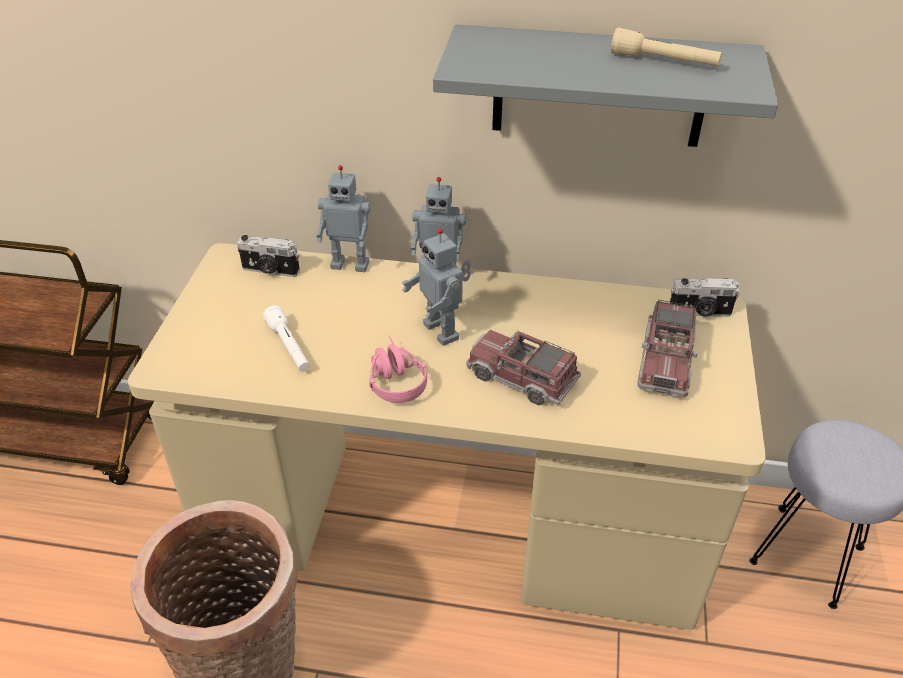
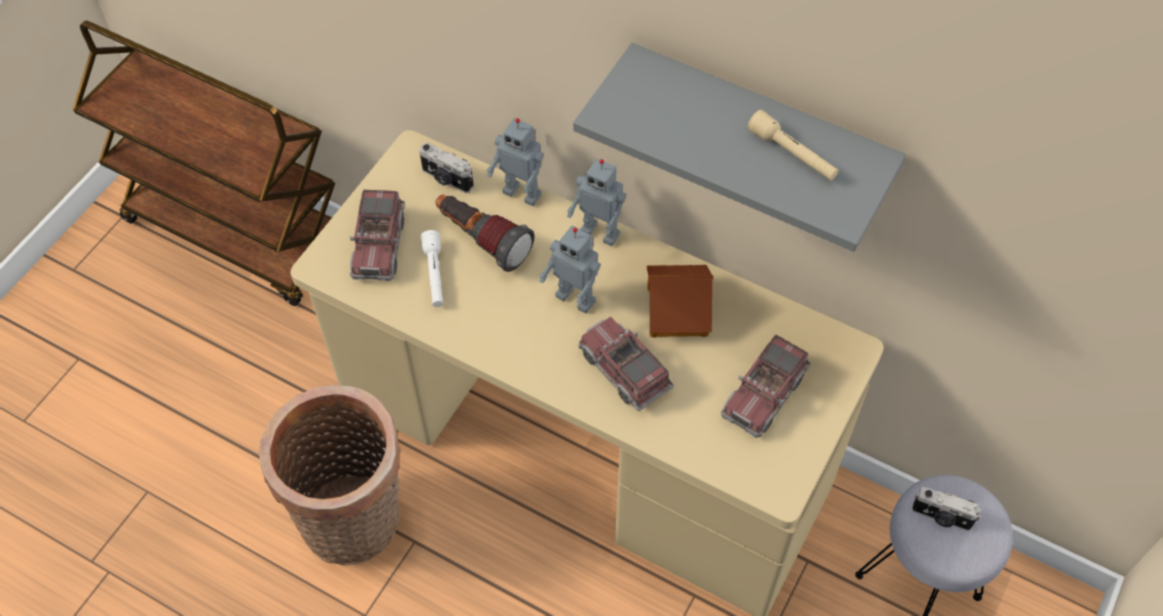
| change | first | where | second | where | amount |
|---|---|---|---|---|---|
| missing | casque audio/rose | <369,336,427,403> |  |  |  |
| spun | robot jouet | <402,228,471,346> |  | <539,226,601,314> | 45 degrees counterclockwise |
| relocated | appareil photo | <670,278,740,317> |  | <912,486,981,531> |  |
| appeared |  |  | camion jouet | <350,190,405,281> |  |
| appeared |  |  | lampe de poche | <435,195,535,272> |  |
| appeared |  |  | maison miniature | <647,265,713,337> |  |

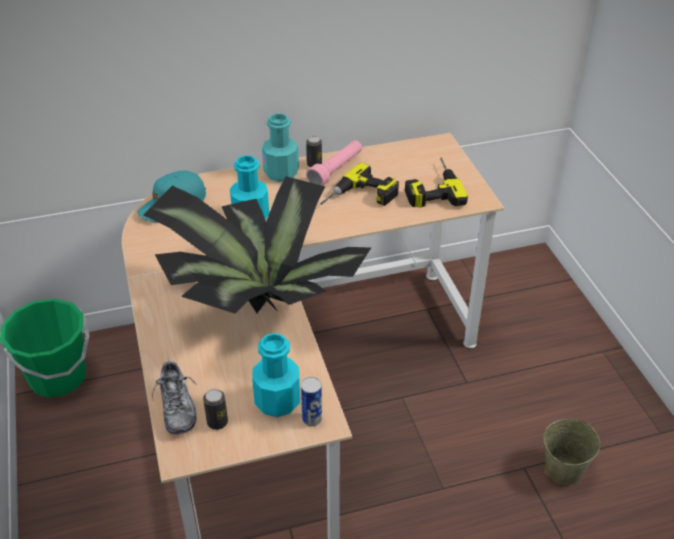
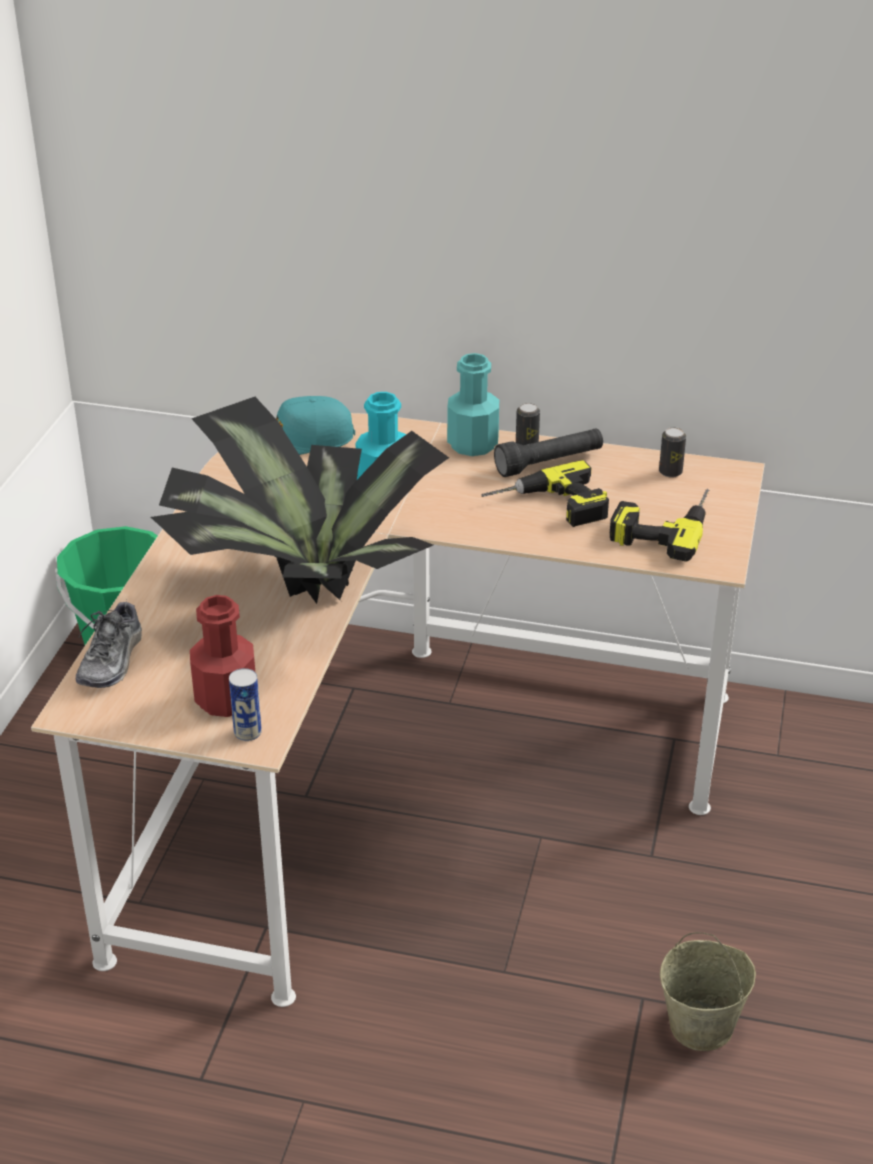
| change | first | where | second | where | amount |
|---|---|---|---|---|---|
| relocated | boîte métallique | <203,389,228,430> |  | <659,427,686,478> |  |
| colour | bouteille/turquoise | <252,333,300,417> | bouteille/rouge | <190,595,255,717> |  |
| colour | lampe de poche/rose | <306,140,362,186> | lampe de poche/noir | <494,429,603,477> |  |

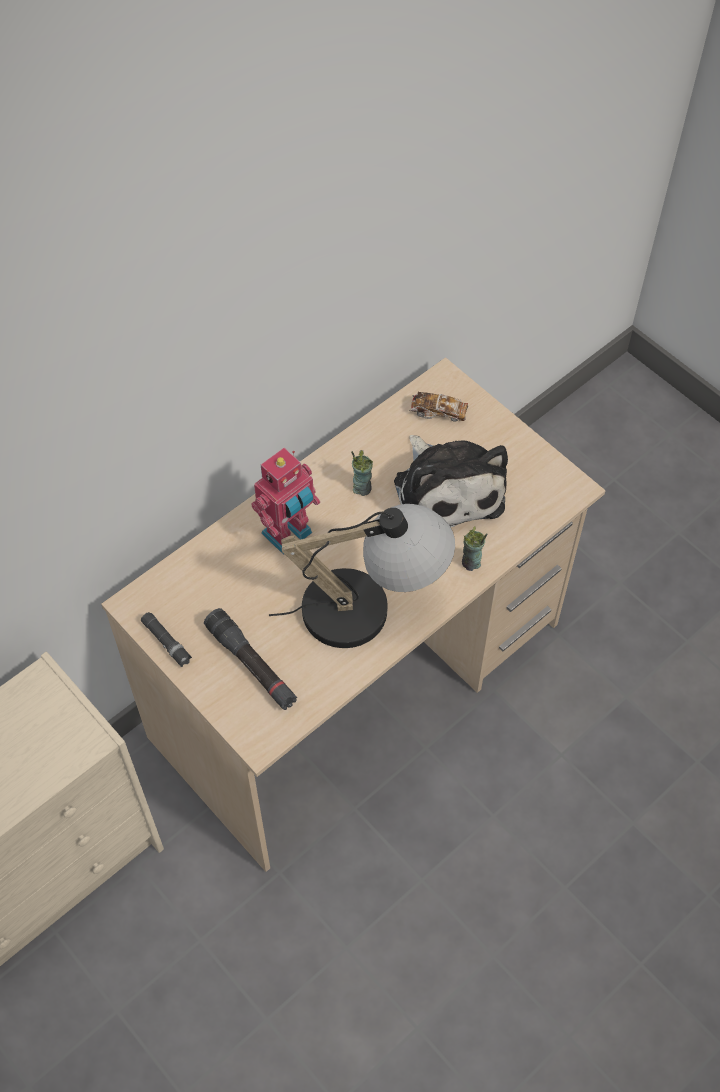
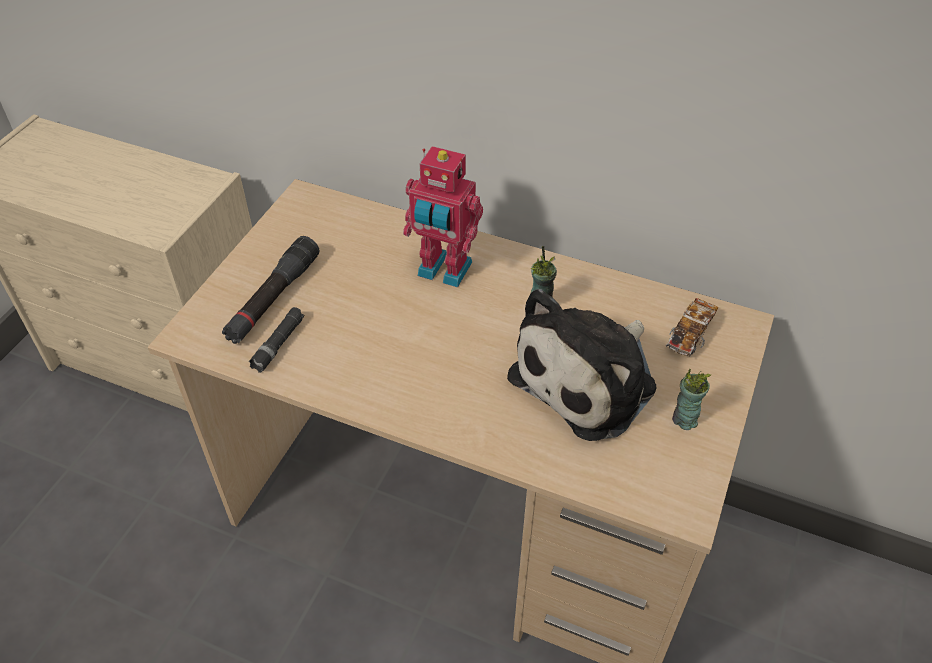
| change | first | where | second | where | amount |
|---|---|---|---|---|---|
| relocated | lampe de poche/noir | <141,612,192,667> |  | <249,307,304,373> |  |
| missing | lampe de table | <269,504,455,648> |  |  |  |
| spun | petite voiture | <409,392,468,422> |  | <666,298,718,357> | 135 degrees counterclockwise |
| relocated | tasse | <462,526,487,571> |  | <672,369,711,430> |  |

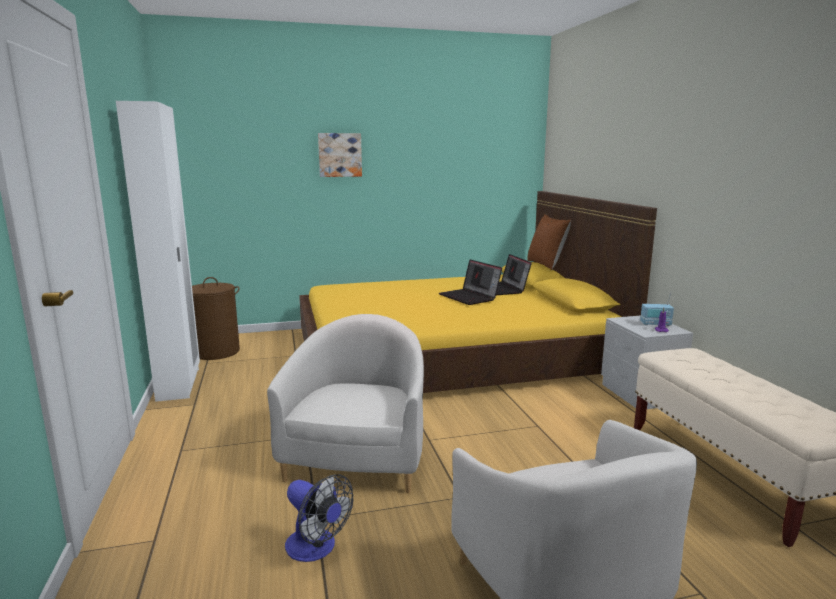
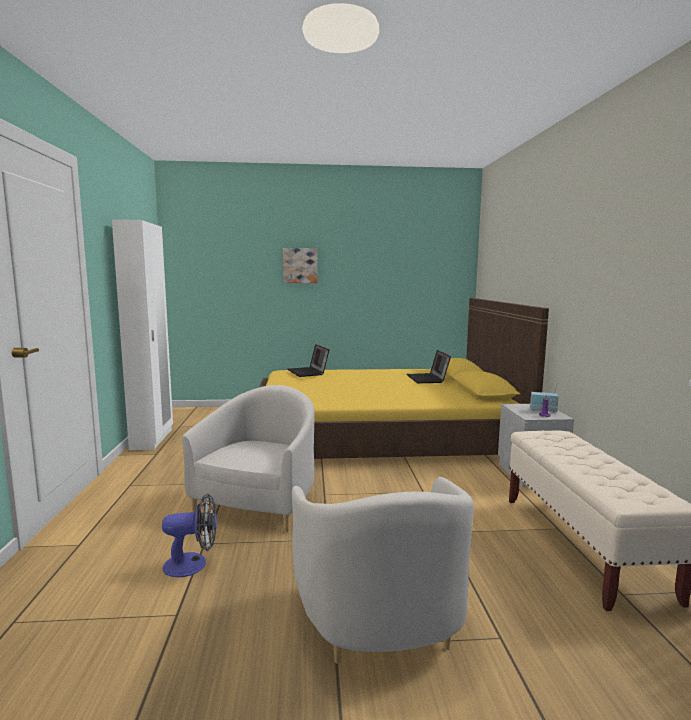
| change | first | where | second | where | amount |
|---|---|---|---|---|---|
| missing | panier à linge/marron | <192,277,240,360> |  |  |  |
| spun | ventilateur | <285,474,353,562> |  | <162,494,217,577> | 60 degrees counterclockwise |
| relocated | ordinateur portable | <439,260,502,305> |  | <288,344,329,377> |  |
| missing | coussin/marron | <527,214,571,270> |  |  |  |

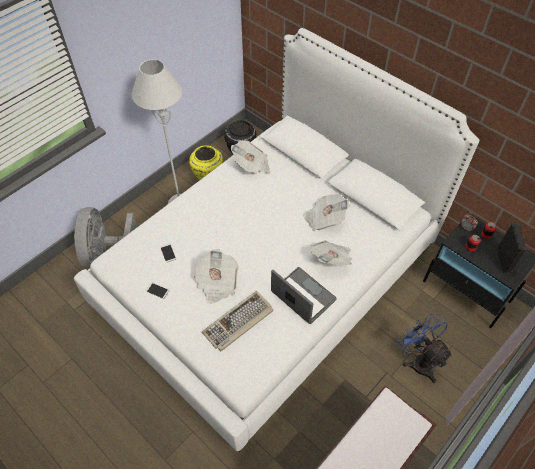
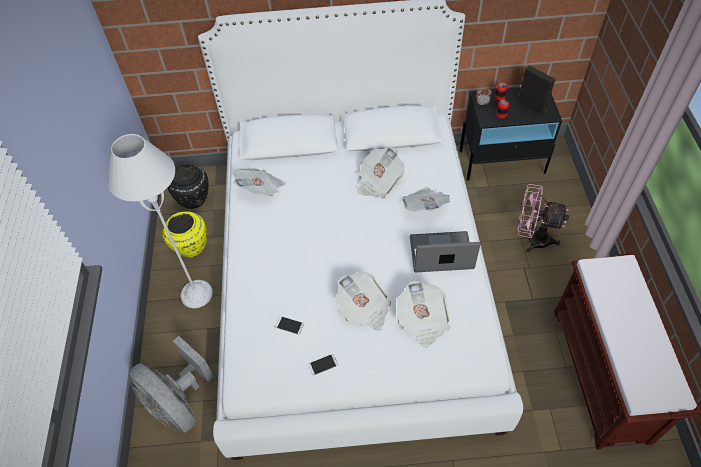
| change | first | where | second | where | amount |
|---|---|---|---|---|---|
| exchanged | clavier | <202,291,273,351> | journal | <396,280,450,348> |  |
| colour | ventilateur/bleu | <398,314,453,383> | ventilateur/rose | <517,184,569,253> |  |

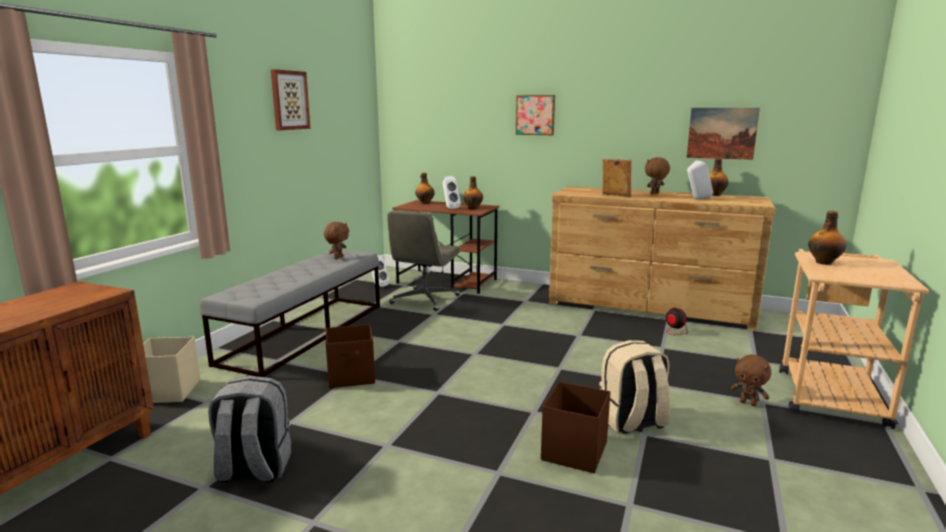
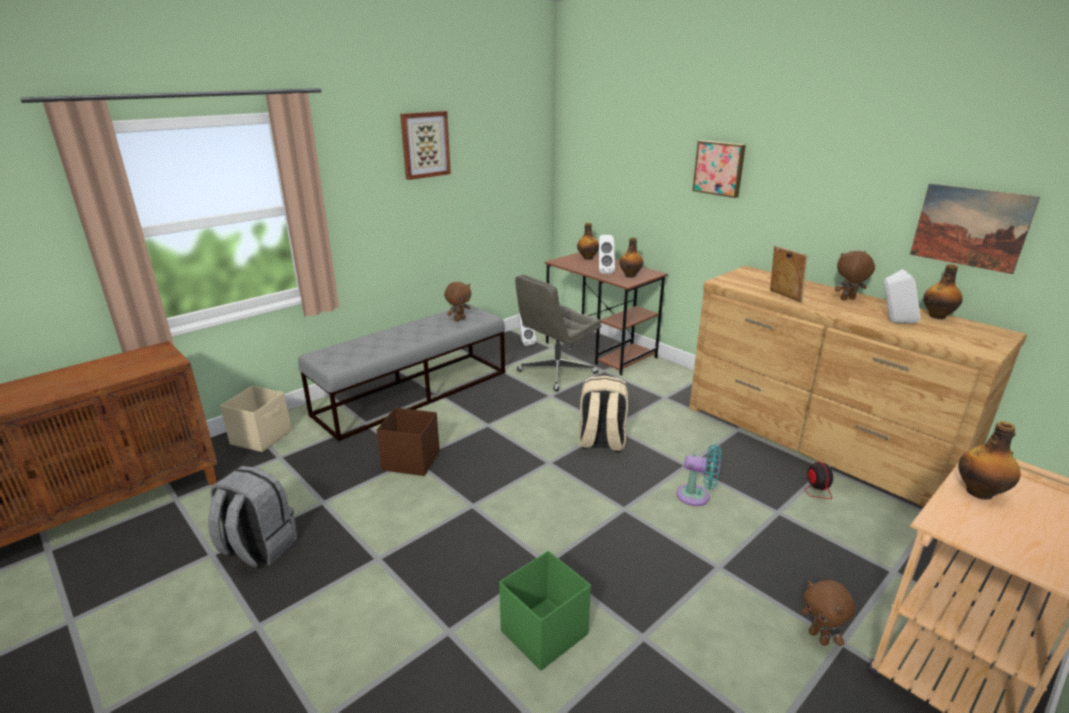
| change | first | where | second | where | amount |
|---|---|---|---|---|---|
| colour | boîte de rangement/marron | <541,381,610,473> | boîte de rangement/vert | <499,551,591,671> |  |
| relocated | sac à dos/beige | <599,340,670,434> |  | <579,376,628,452> |  |
| appeared |  |  | ventilateur/turquoise | <677,445,721,506> |  |

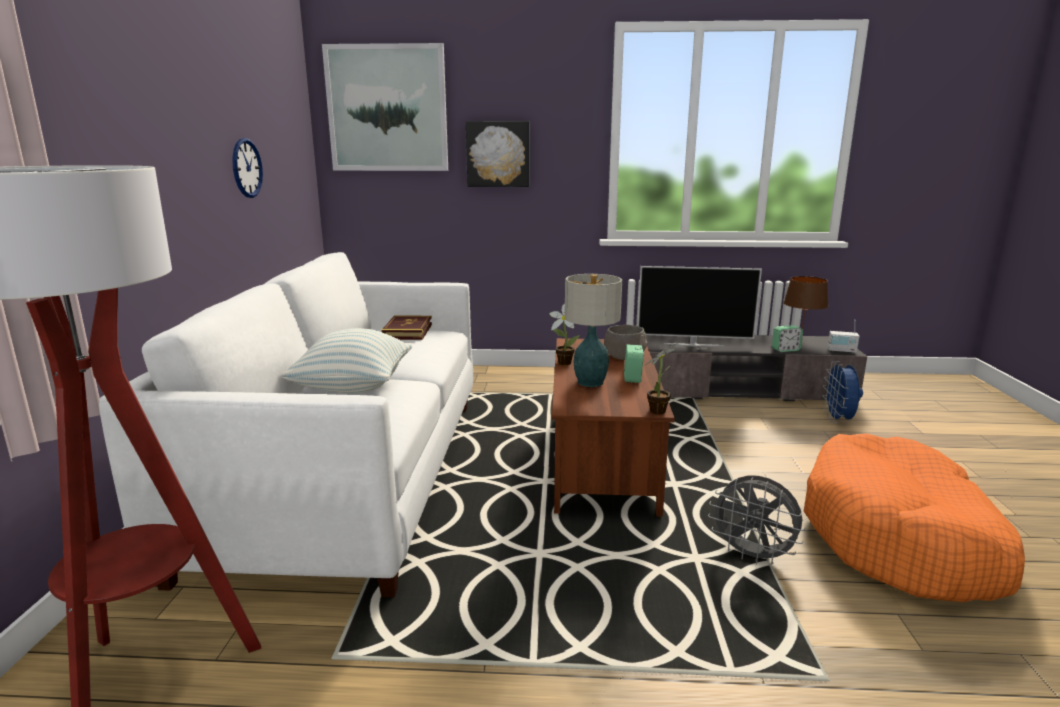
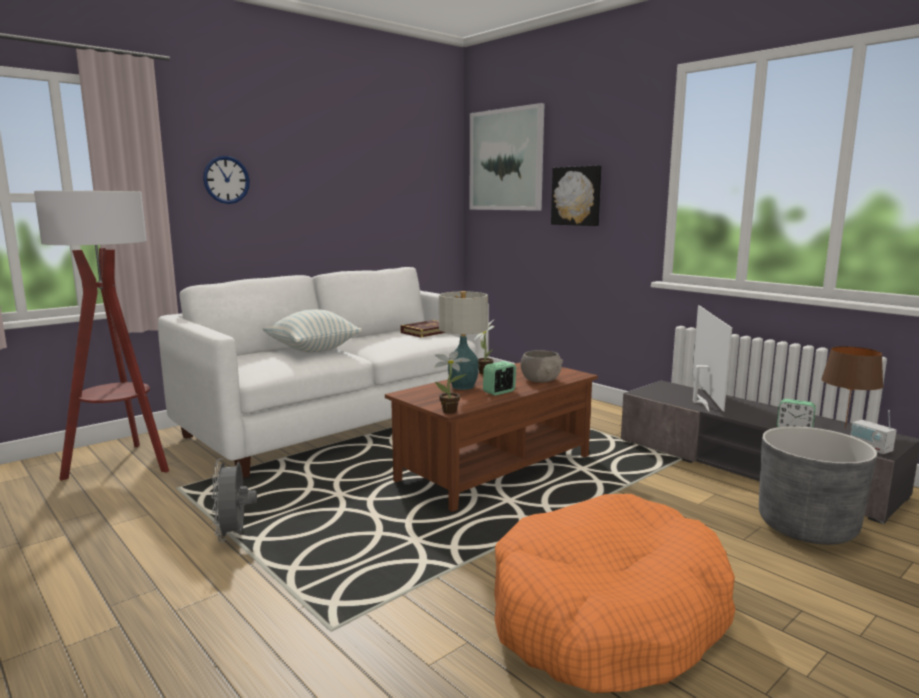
| change | first | where | second | where | amount |
|---|---|---|---|---|---|
| relocated | horloge murale | <232,138,263,198> |  | <203,156,250,204> |  |
| spun | téléviseur | <637,266,762,347> |  | <692,305,732,412> | 135 degrees counterclockwise |
| relocated | ventilateur/gris | <708,476,805,565> |  | <211,458,257,542> |  |
| exchanged | ventilateur/bleu | <822,361,863,423> | cache-pot/gris | <759,426,877,545> |  |

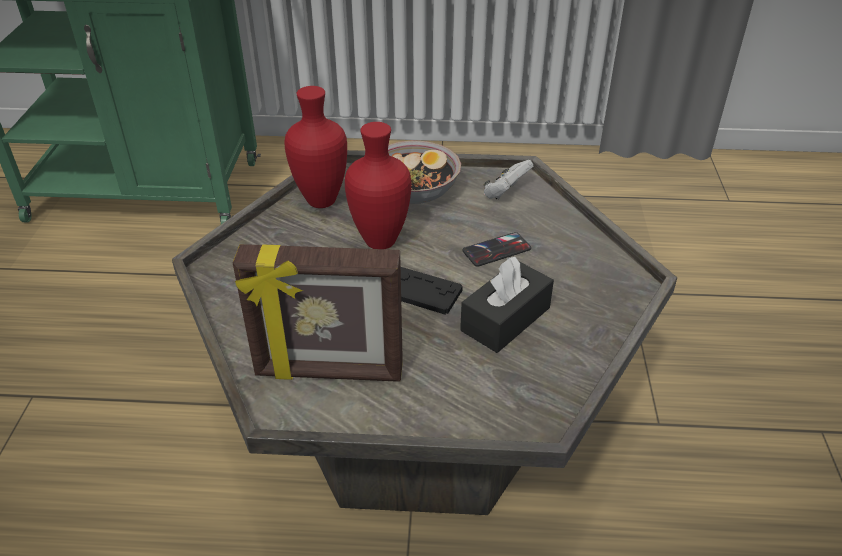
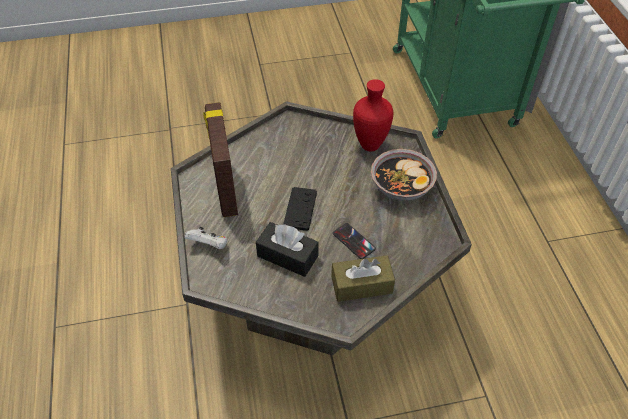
| change | first | where | second | where | amount |
|---|---|---|---|---|---|
| missing | vase/rouge | <345,122,411,249> |  |  |  |
| relocated | manette/blanc | <484,160,533,199> |  | <184,227,228,249> |  |
| appeared |  |  | boîte à mouchoirs/marron | <332,255,395,302> |  |

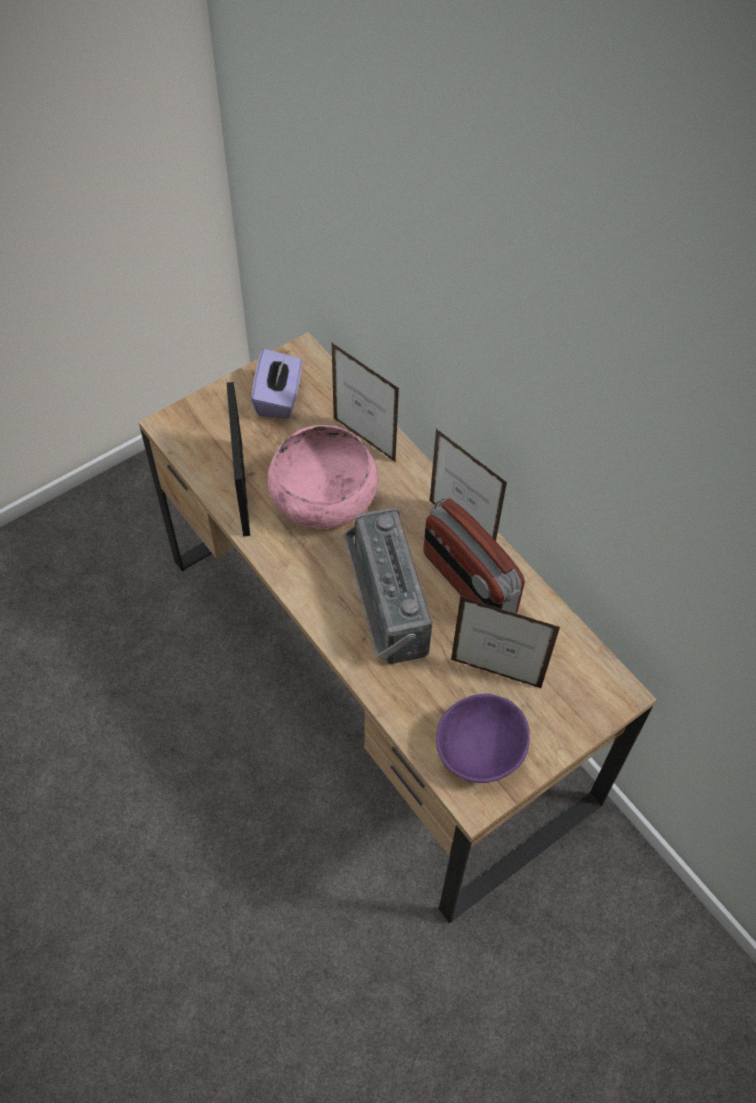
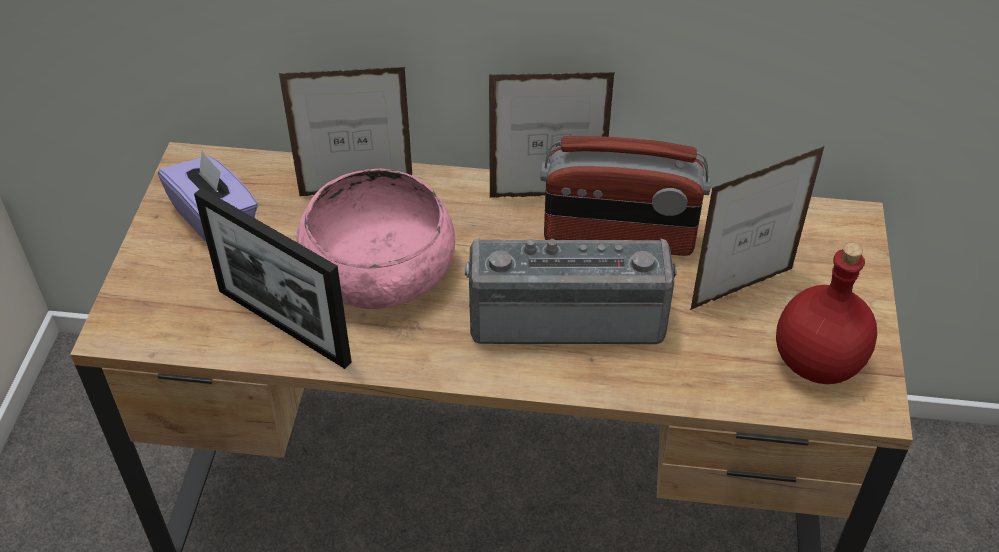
| change | first | where | second | where | amount |
|---|---|---|---|---|---|
| spun | radio | <344,508,433,664> |  | <465,238,677,344> | 150 degrees clockwise |
| exchanged | bol/violet | <436,694,529,783> | bouteille/rouge | <776,242,877,384> |  |

